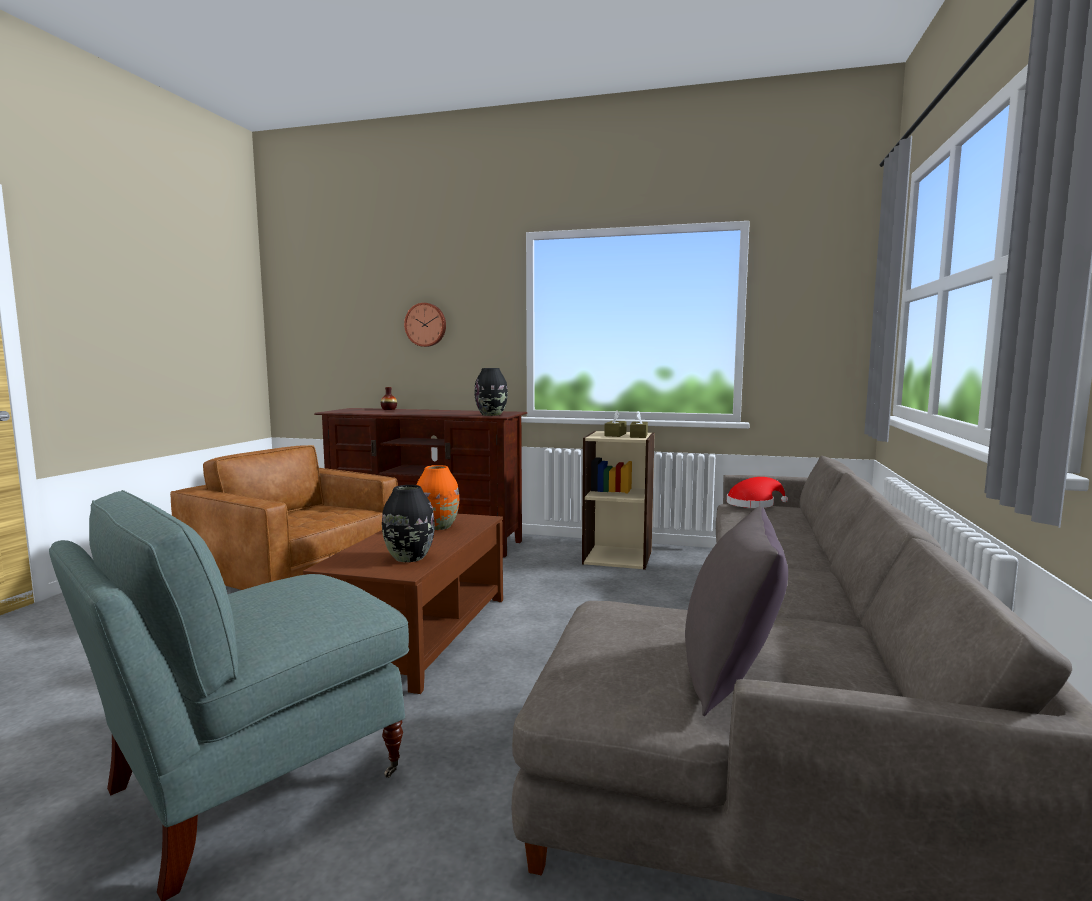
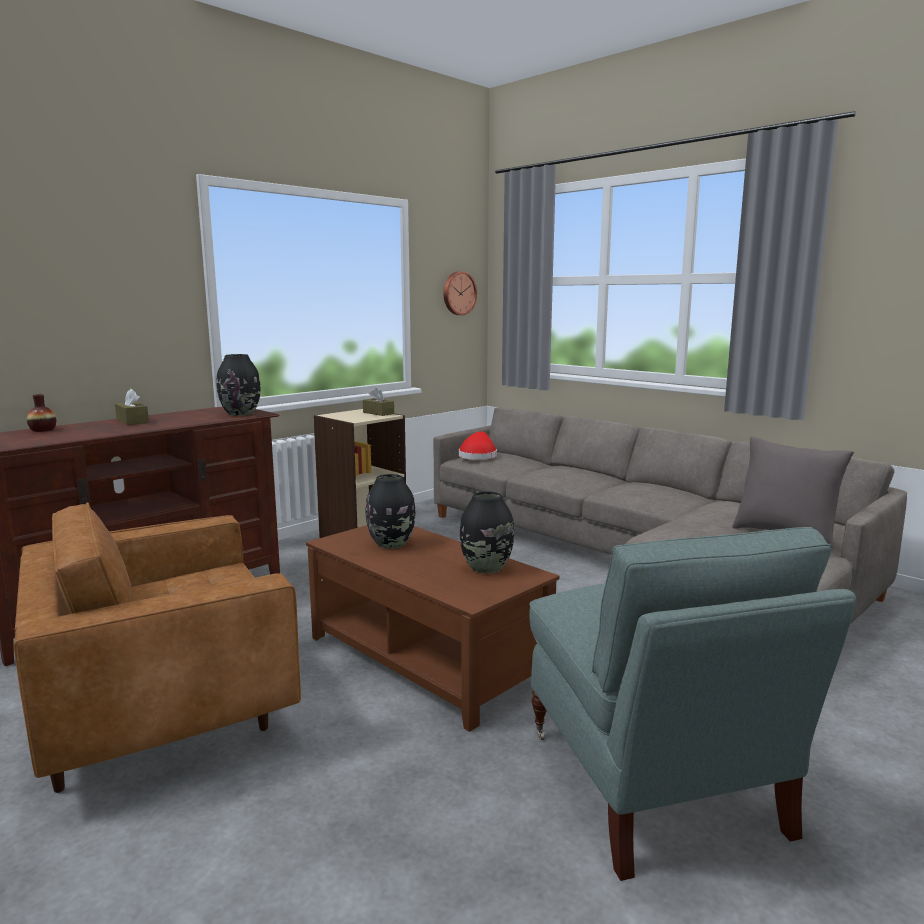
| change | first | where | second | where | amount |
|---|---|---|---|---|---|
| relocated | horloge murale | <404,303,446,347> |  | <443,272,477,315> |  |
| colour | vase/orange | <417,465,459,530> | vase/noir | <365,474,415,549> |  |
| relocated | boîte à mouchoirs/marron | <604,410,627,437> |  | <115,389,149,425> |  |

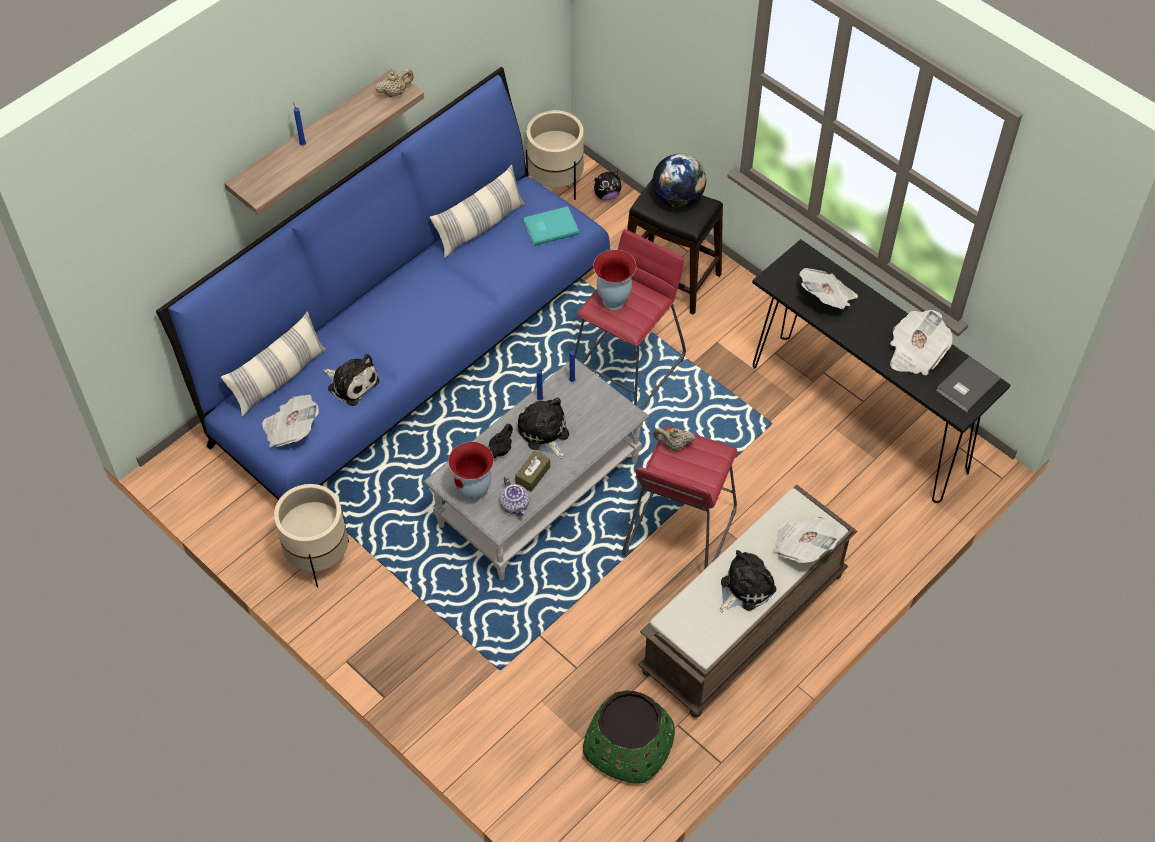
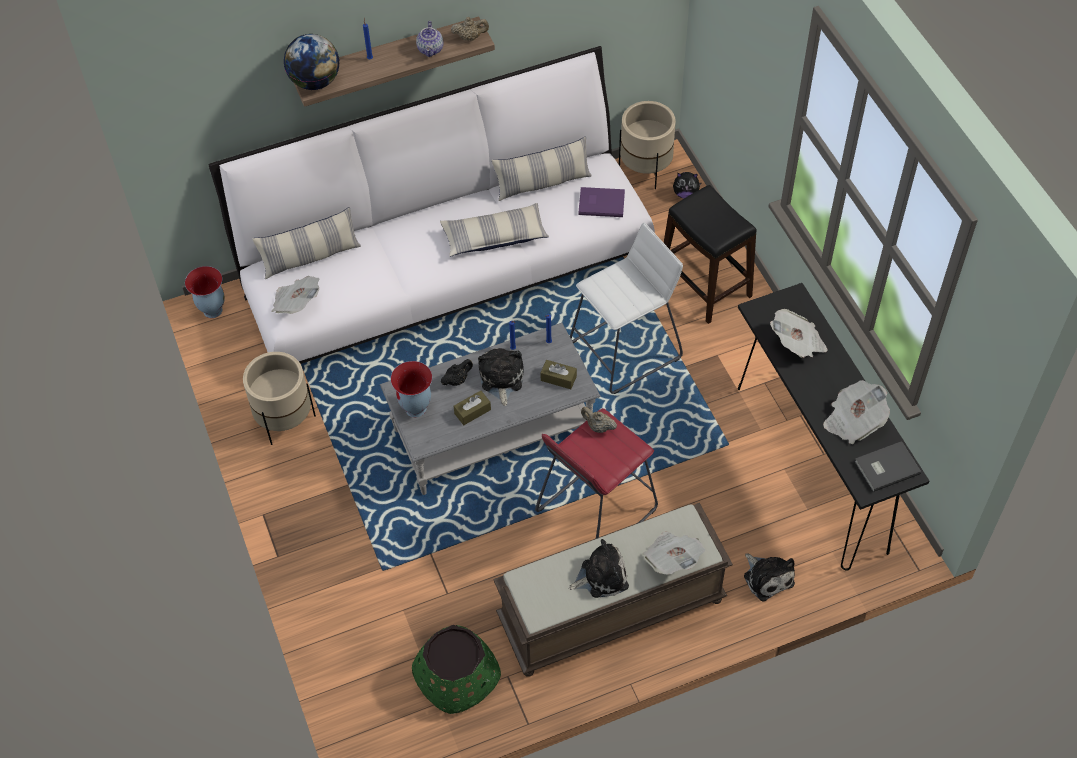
| change | first | where | second | where | amount |
|---|---|---|---|---|---|
| colour | canapé/bleu | <156,67,610,500> | canapé/blanc | <208,46,655,364> |  |
| relocated | peluche | <323,354,380,406> |  | <744,553,795,601> |  |
| relocated | théière | <500,477,529,516> |  | <416,21,443,57> |  |
| colour | livre/turquoise | <523,206,579,246> | livre/violet | <579,187,625,217> |  |
| colour | tabouret/rouge | <575,229,686,410> | tabouret/blanc | <570,222,683,394> |  |
| relocated | vase | <593,249,636,310> |  | <185,266,225,318> |  |
| relocated | globe | <652,154,706,208> |  | <284,34,339,90> |  |
| appeared |  |  | coussin | <440,203,549,257> |  |
| appeared |  |  | boîte à mouchoirs/marron | <540,360,577,389> |  |

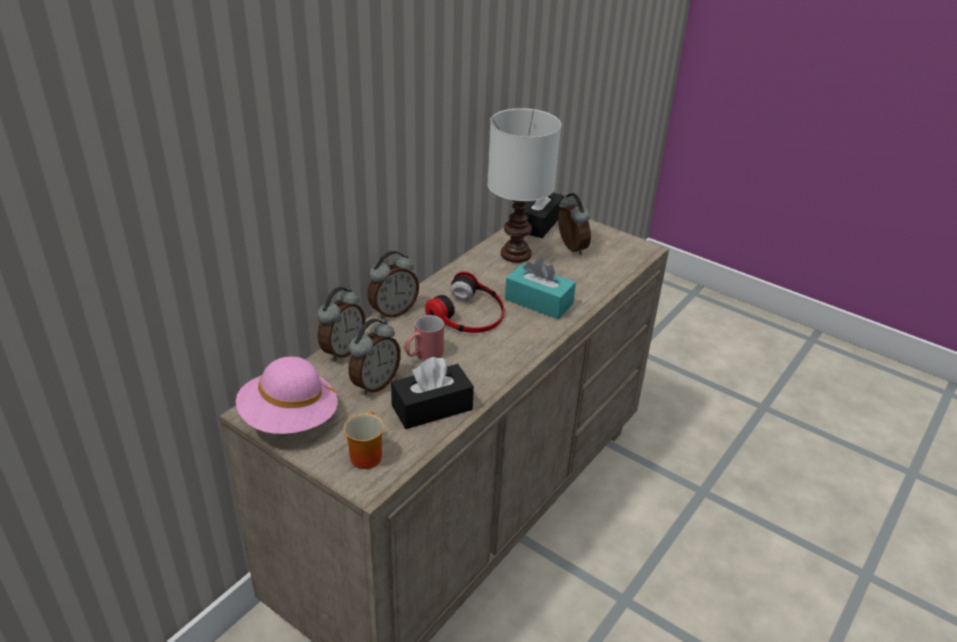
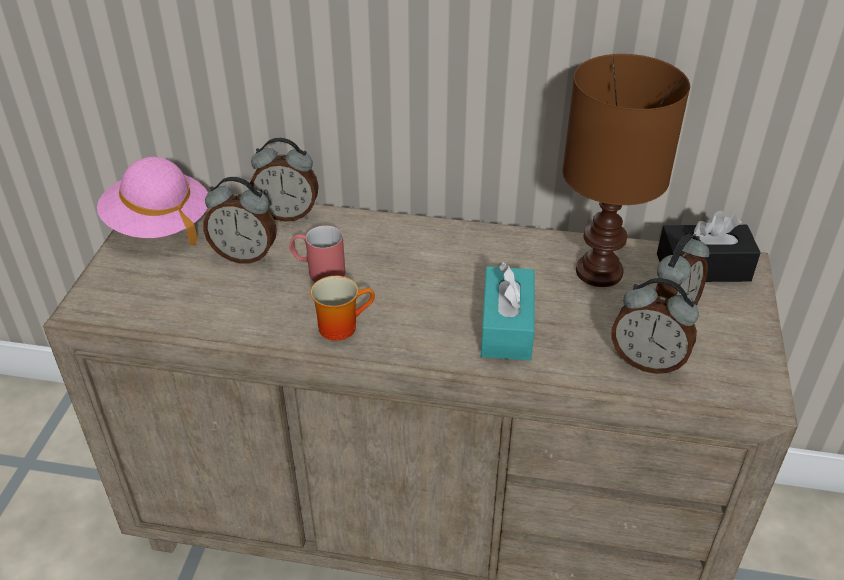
| change | first | where | second | where | amount |
|---|---|---|---|---|---|
| relocated | mug | <344,412,384,469> |  | <310,276,375,341> |  |
| relocated | réveil | <367,251,419,319> |  | <611,278,699,374> |  |
| missing | boîte à mouchoirs/noir | <391,357,474,429> |  |  |  |
| missing | casque audio | <425,271,504,333> |  |  |  |
| colour | lampe de table/blanc | <487,108,561,263> | lampe de table/marron | <562,54,690,287> |  |

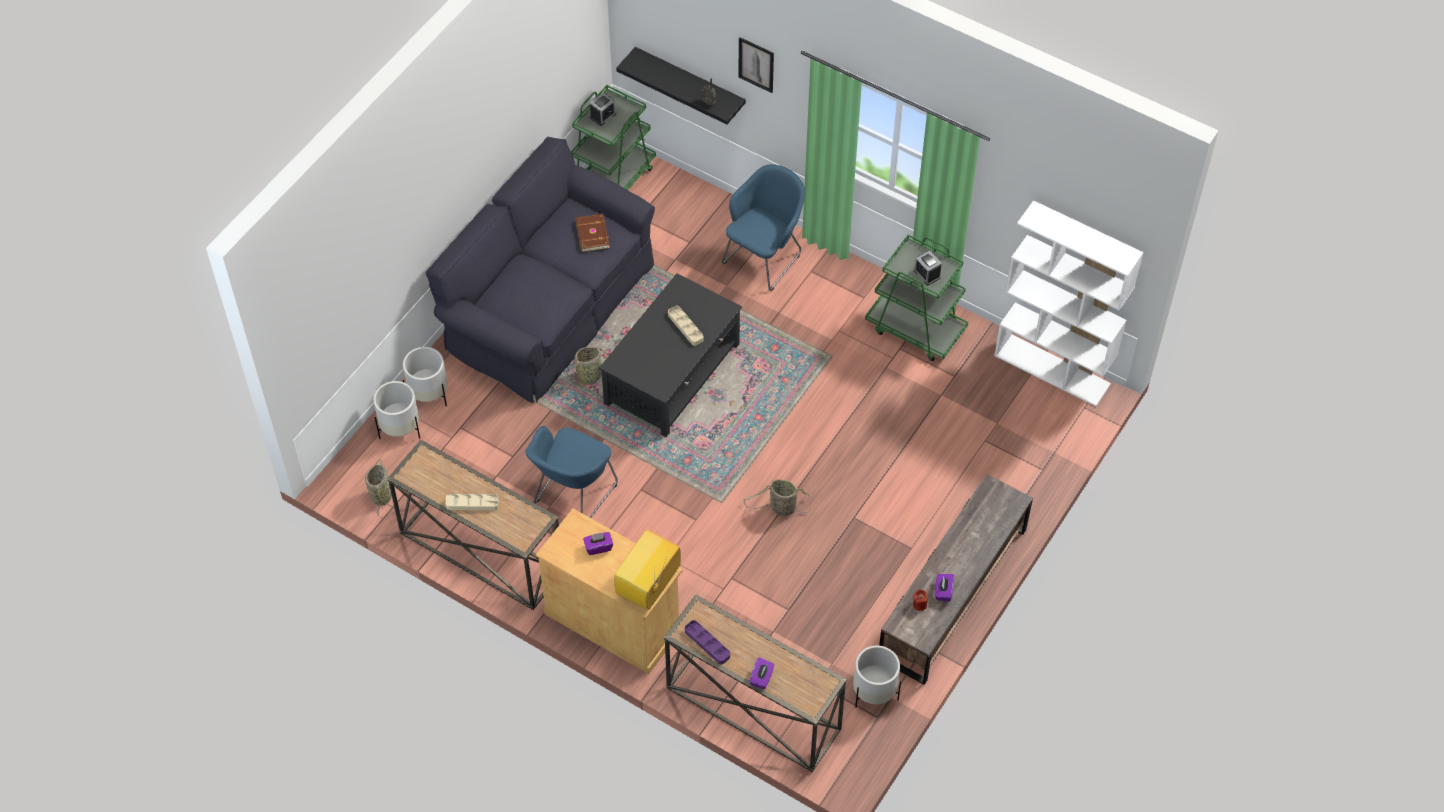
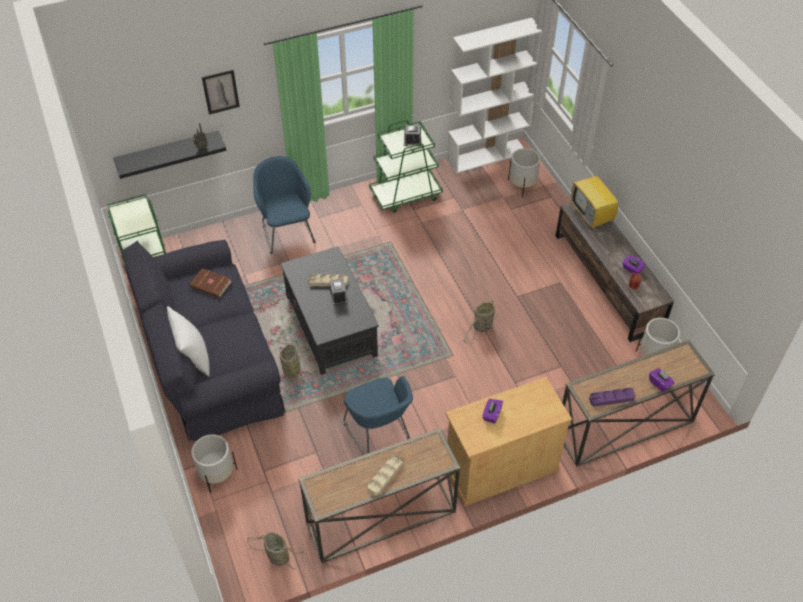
| change | first | where | second | where | amount |
|---|---|---|---|---|---|
| relocated | cache-pot/blanc | <373,381,420,439> |  | <508,148,540,197> |  |
| relocated | réveil | <590,93,616,126> |  | <330,279,347,305> |  |
| relocated | téléviseur | <614,529,681,610> |  | <571,173,619,228> |  |
| appeared |  |  | coussin/blanc | <167,306,210,377> |  |

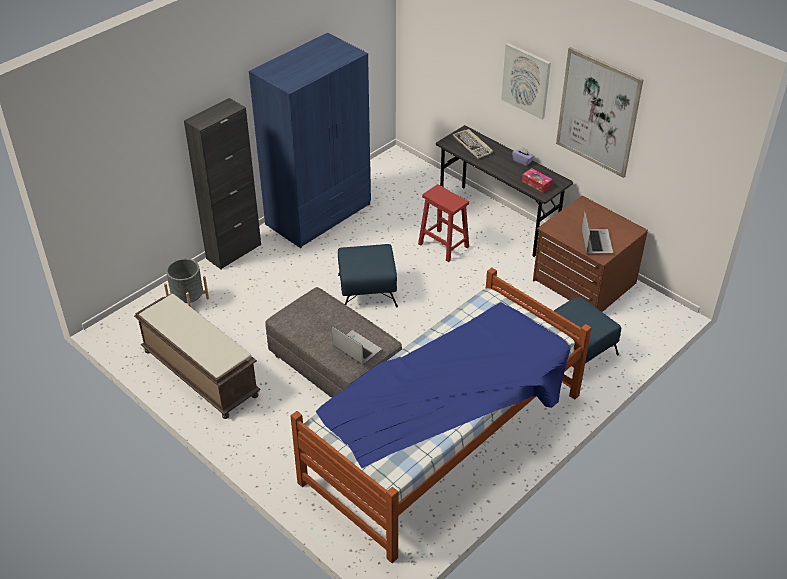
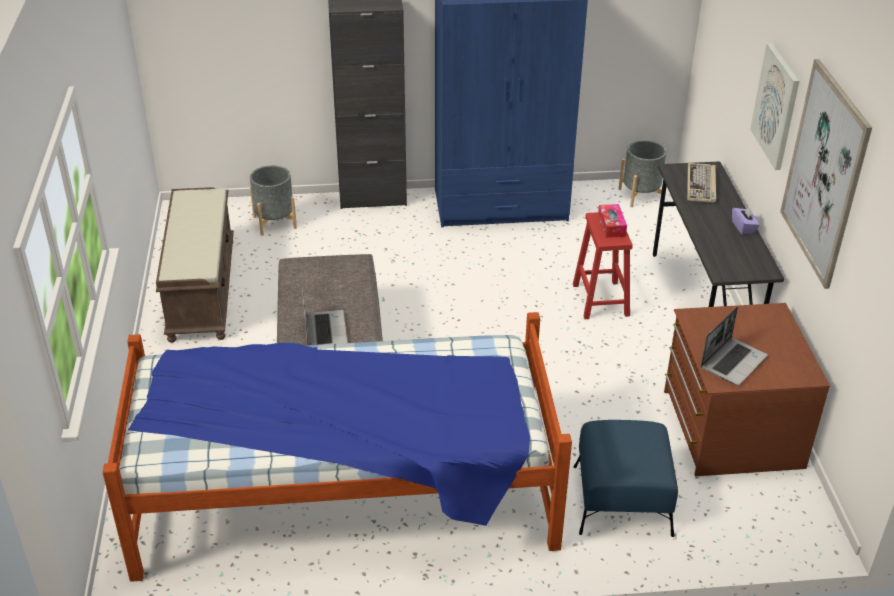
| change | first | where | second | where | amount |
|---|---|---|---|---|---|
| missing | pouf/bleu | <338,244,398,307> |  |  |  |
| relocated | boîte à mouchoirs | <522,168,553,193> |  | <598,204,627,238> |  |
| appeared |  |  | cache-pot/gris | <619,140,666,207> |  |

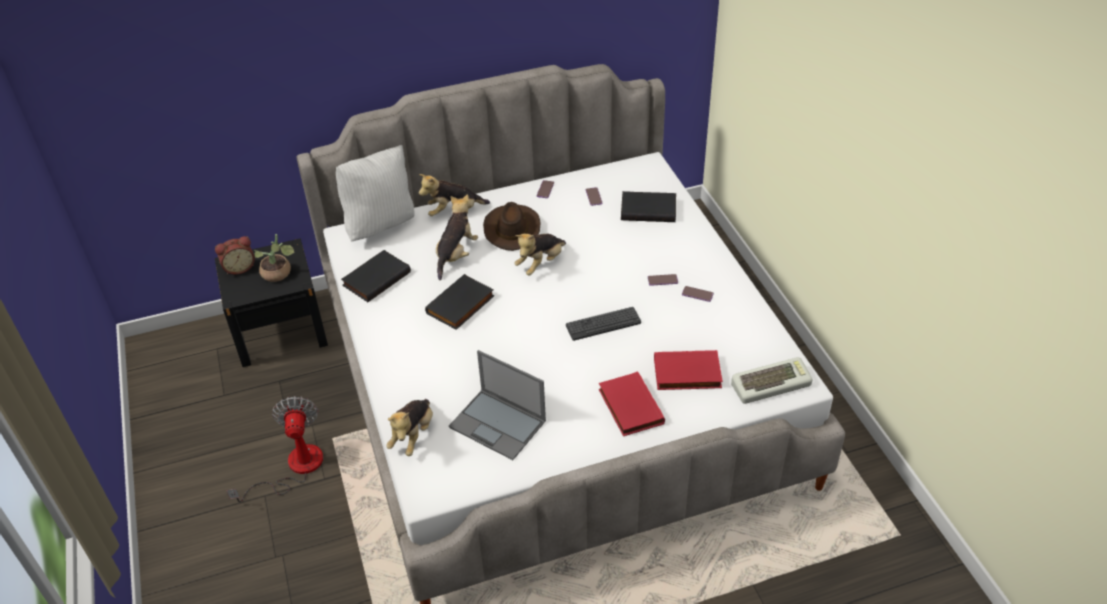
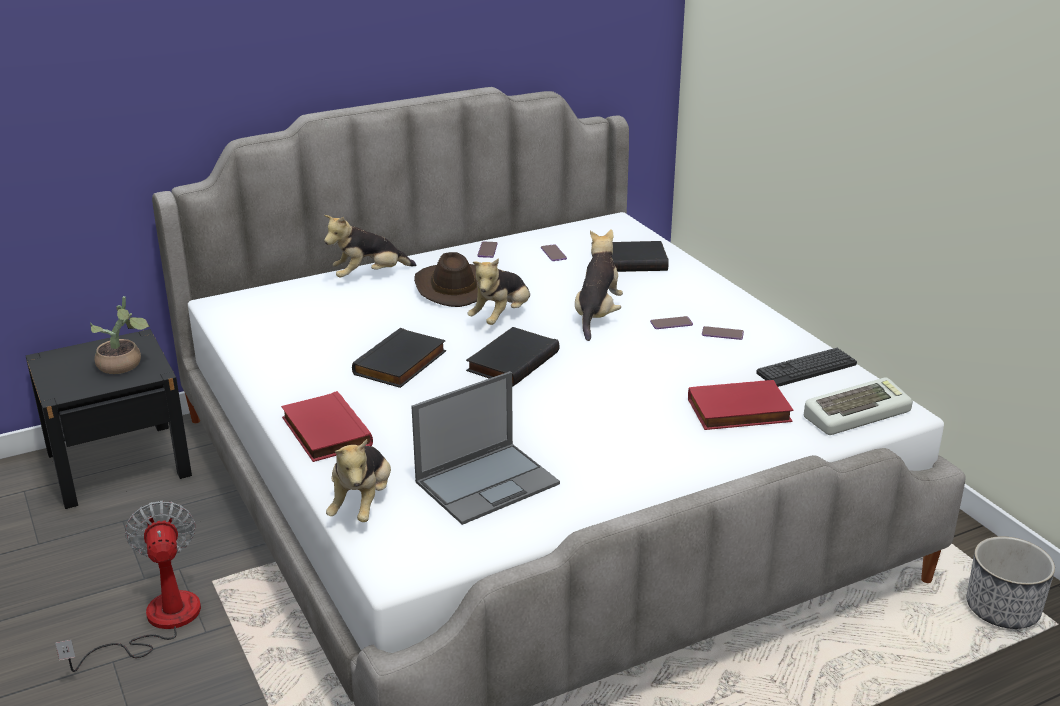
| change | first | where | second | where | amount |
|---|---|---|---|---|---|
| missing | réveil | <215,236,255,274> |  |  |  |
| missing | coussin/blanc | <336,145,414,241> |  |  |  |
| relocated | livre/noir | <341,250,411,302> |  | <466,327,559,387> |  |
| relocated | peluche | <436,194,478,280> |  | <575,229,623,341> |  |
| spun | ordinateur portable | <449,350,546,460> |  | <411,371,560,525> | 60 degrees counterclockwise |
| relocated | clavier | <566,307,641,341> |  | <756,348,857,387> |  |
| relocated | livre/rouge | <599,371,665,436> |  | <281,391,373,462> |  |
| appeared |  |  | cache-pot | <967,536,1055,629> |  |

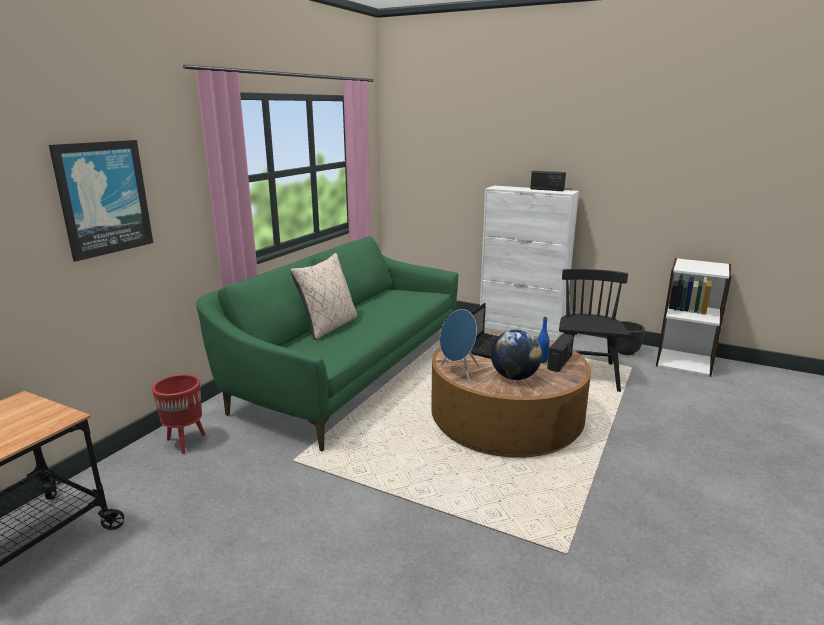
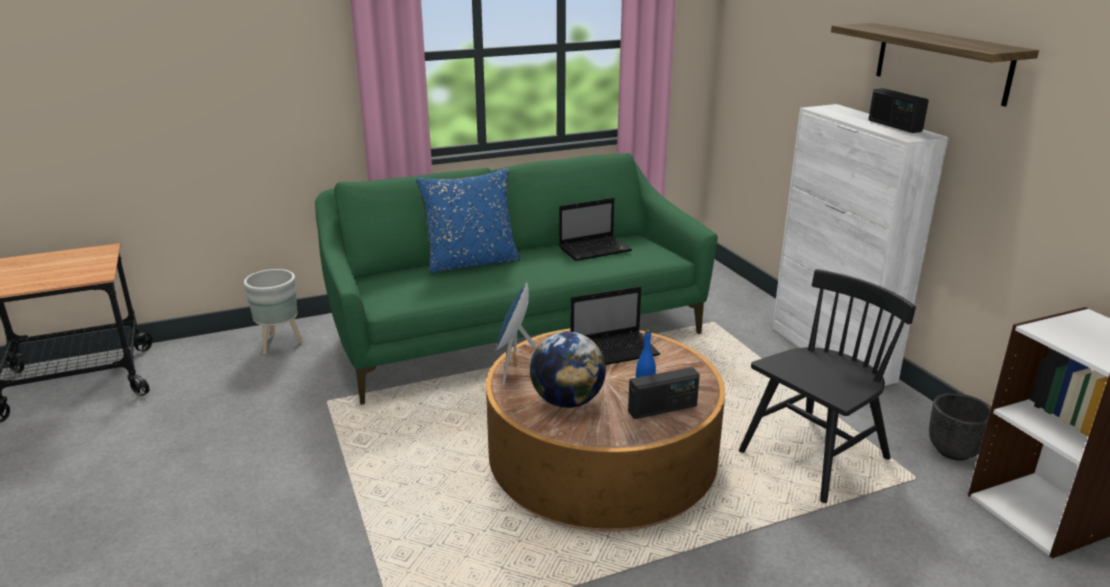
| change | first | where | second | where | amount |
|---|---|---|---|---|---|
| missing | tableau | <49,140,153,262> |  |  |  |
| colour | cache-pot/rouge | <152,375,206,454> | cache-pot/gris | <244,269,304,354> |  |
| colour | coussin/beige | <290,253,357,340> | coussin/bleu | <416,168,520,274> |  |
| appeared |  |  | ordinateur portable | <559,198,632,261> |  |
| appeared |  |  | étagère | <831,23,1039,107> |  |

